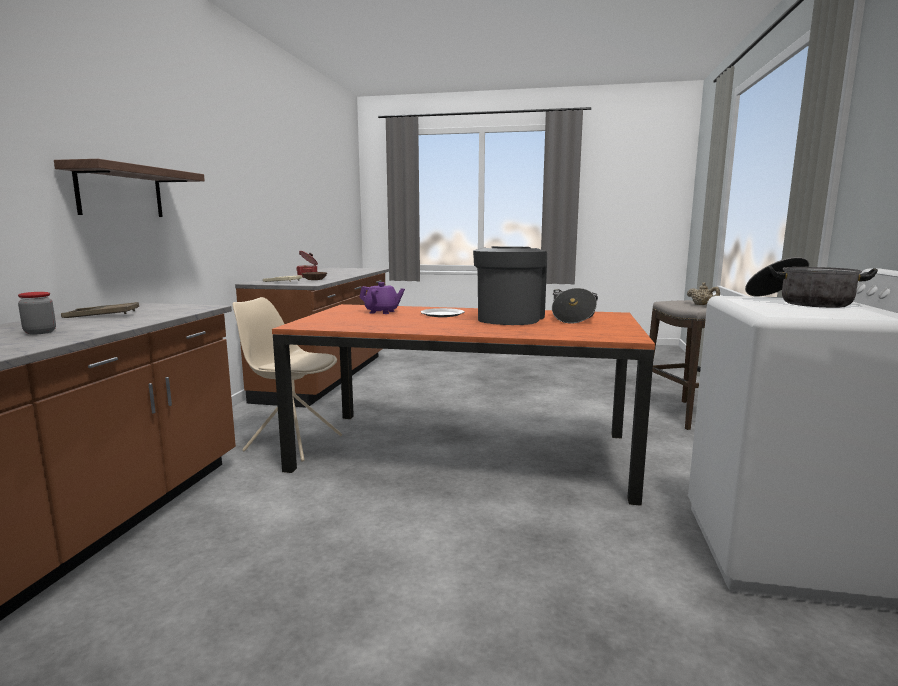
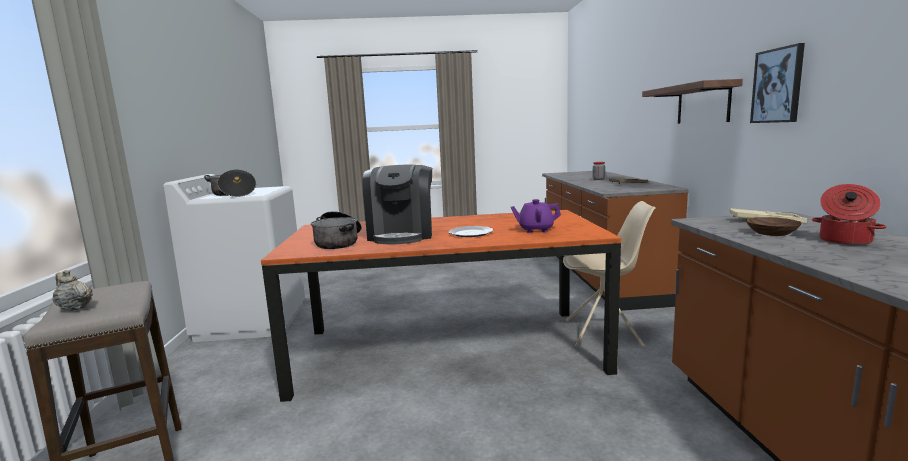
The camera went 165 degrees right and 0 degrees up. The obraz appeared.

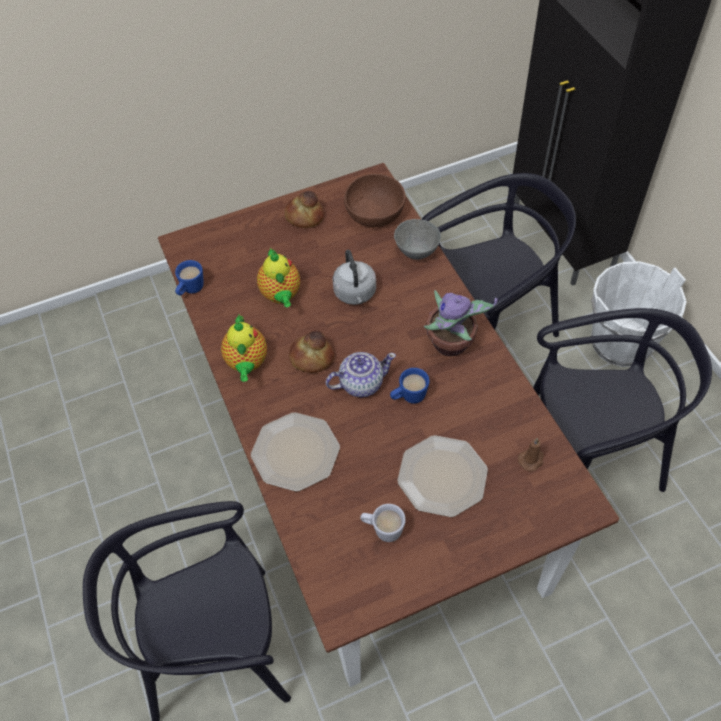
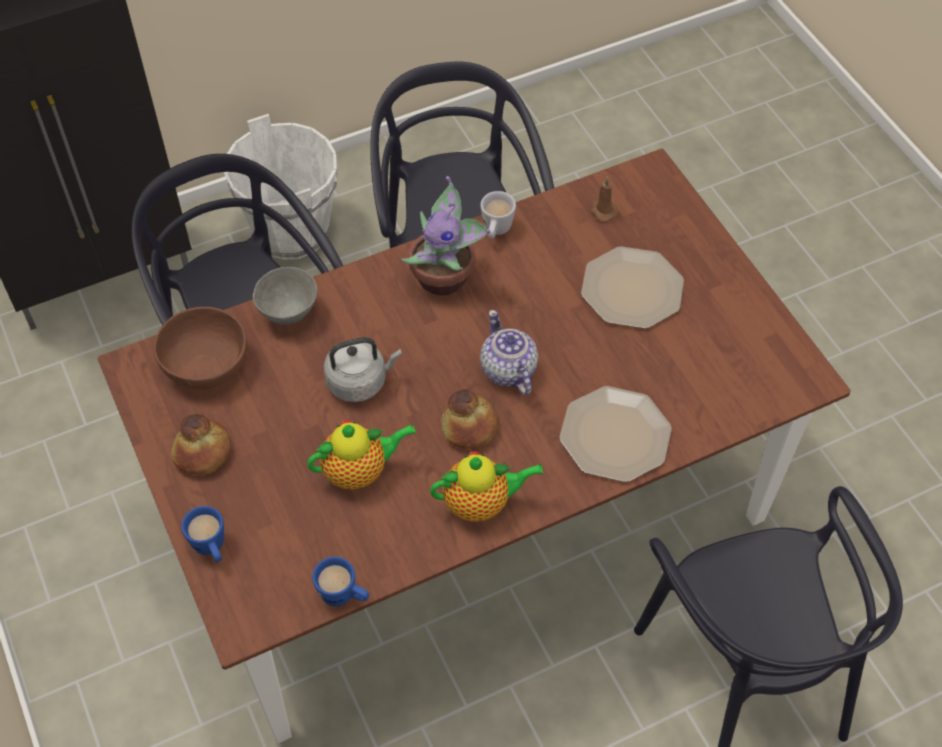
The camera went 95 degrees left and 0 degrees up. The kubek/biały moved. The kubek/niebieski (no. 2 from left in the first image) moved.

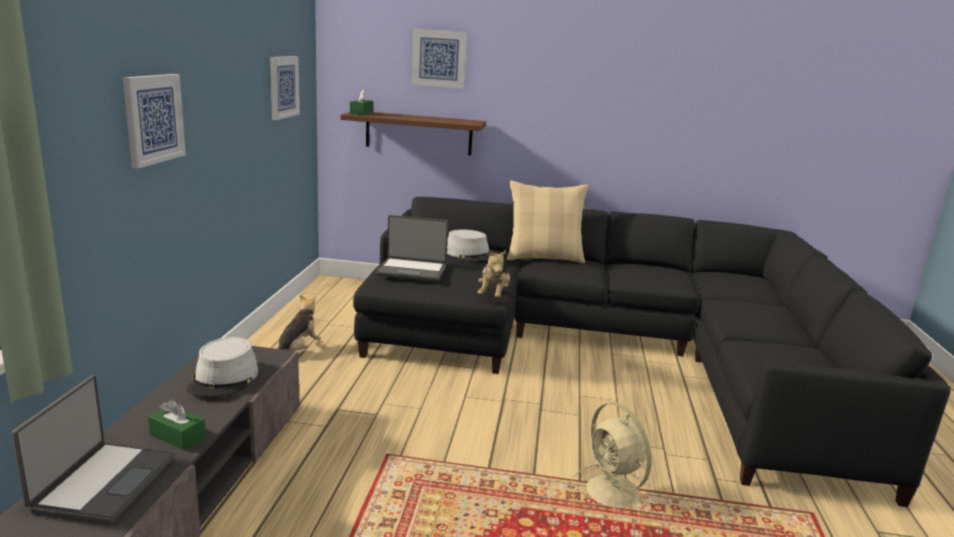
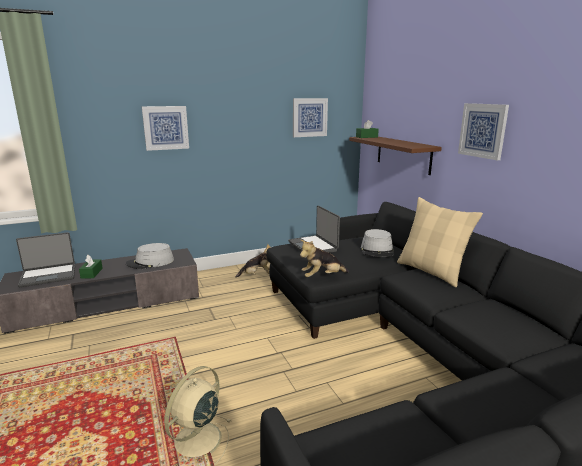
The camera went 60 degrees right and 0 degrees up. The obraz (no. 3 from left) moved.

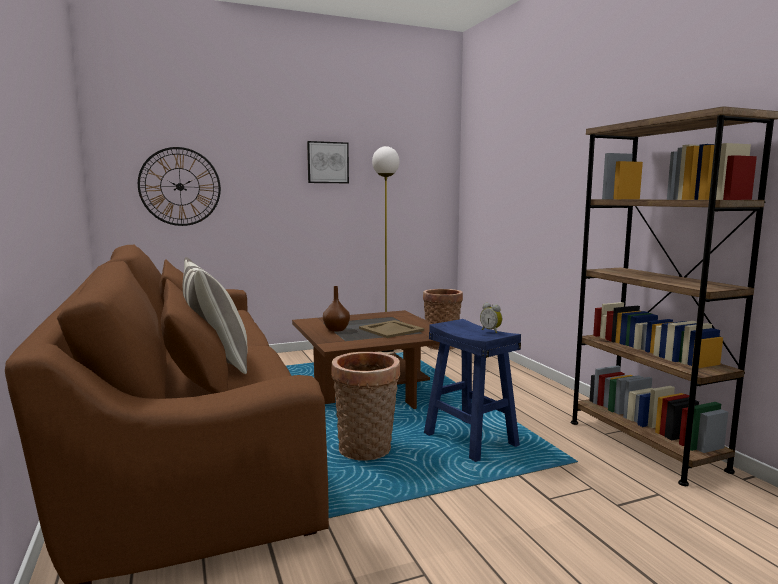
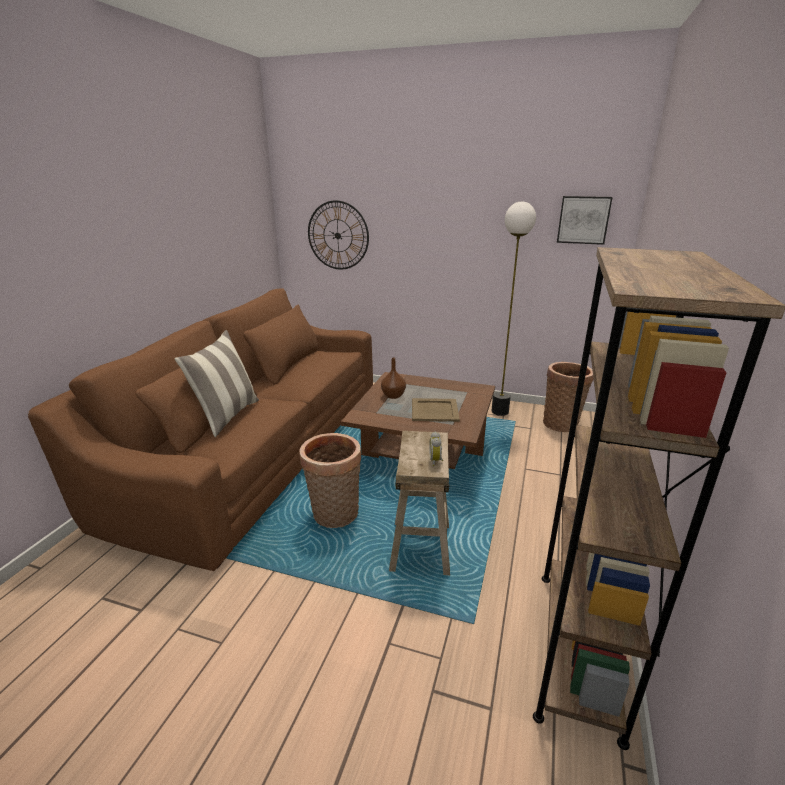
The camera went 40 degrees right and 15 degrees up. The obraz moved. The stołek/niebieski became the stołek/beżowy.

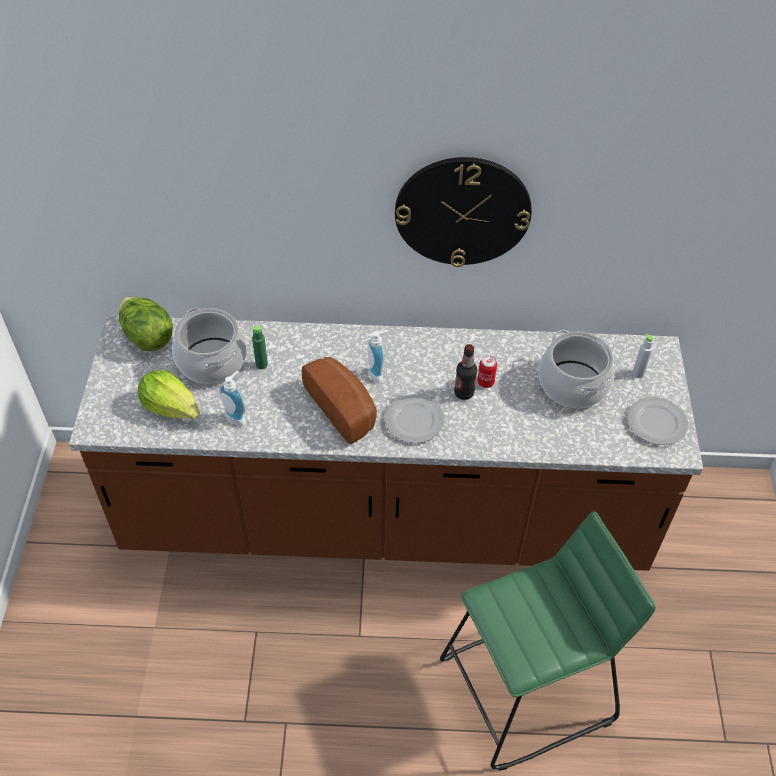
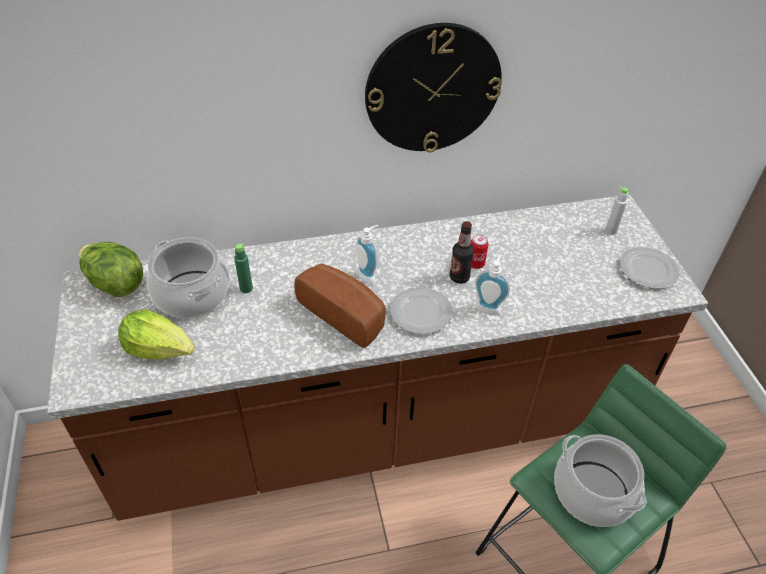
The camera went 15 degrees left and 5 degrees down. The dozownik mydła (no. 1 from left in the first image) moved. The garnek (no. 2 from left) moved.

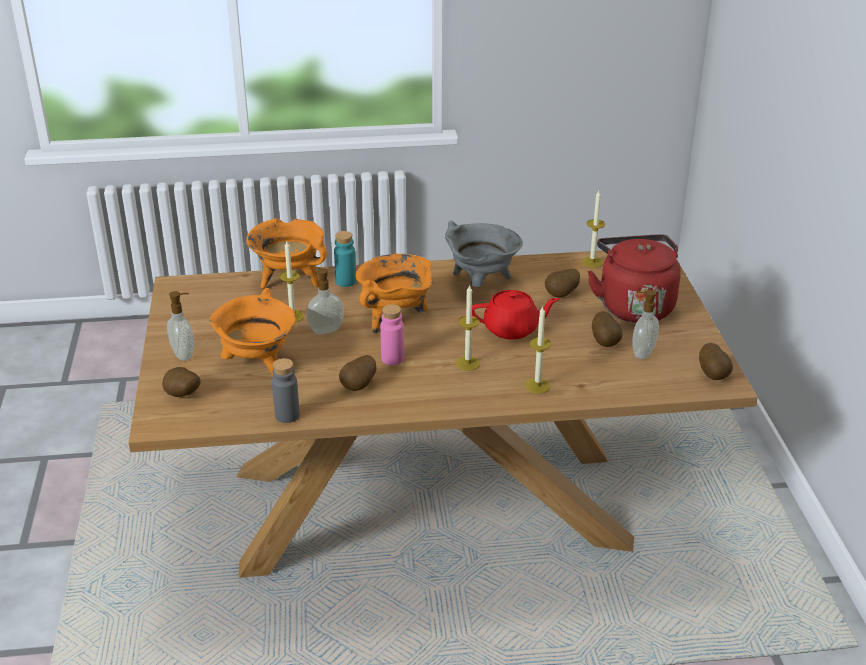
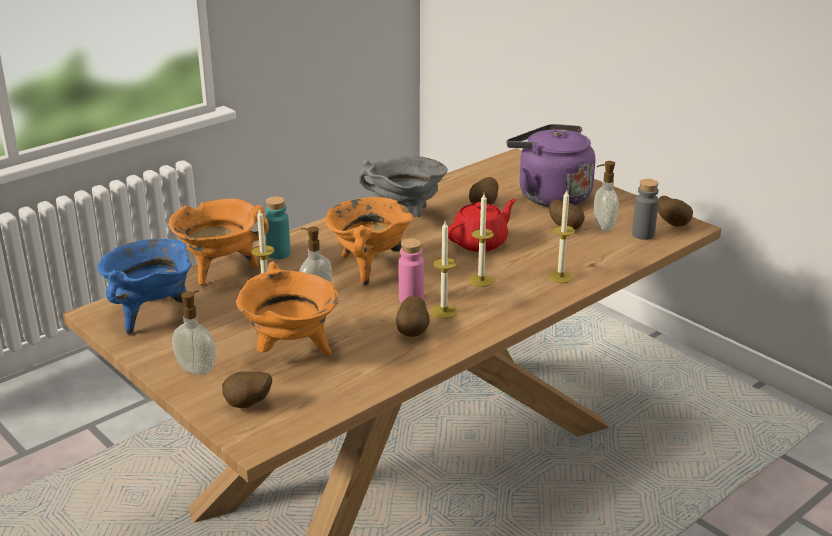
The camera went 35 degrees left and 5 degrees down. The garnek/niebieski appeared. The butelka/szary moved. The świeca (no. 4 from left in the first image) moved. The czajnik/czerwony became the czajnik/fioletowy.

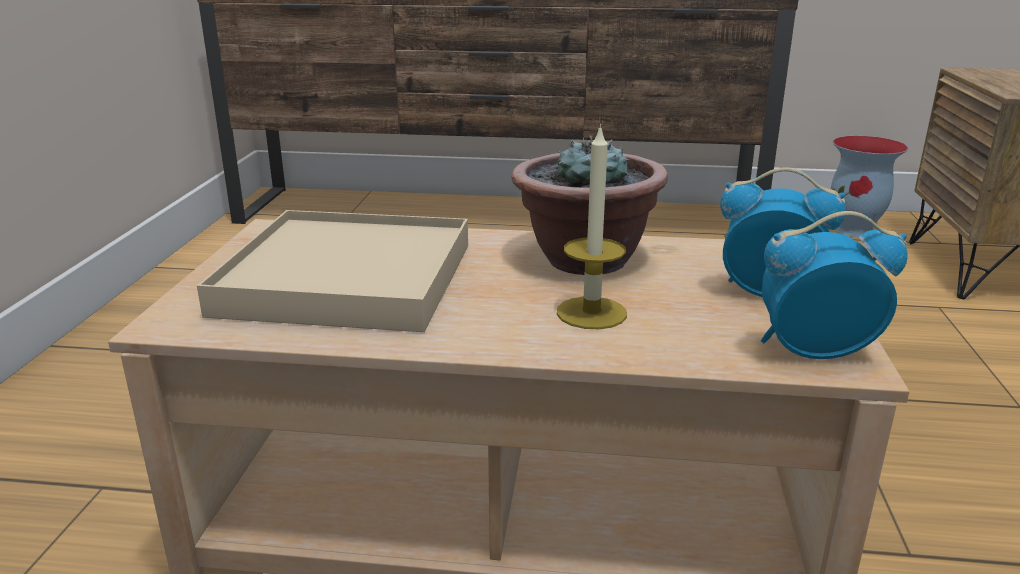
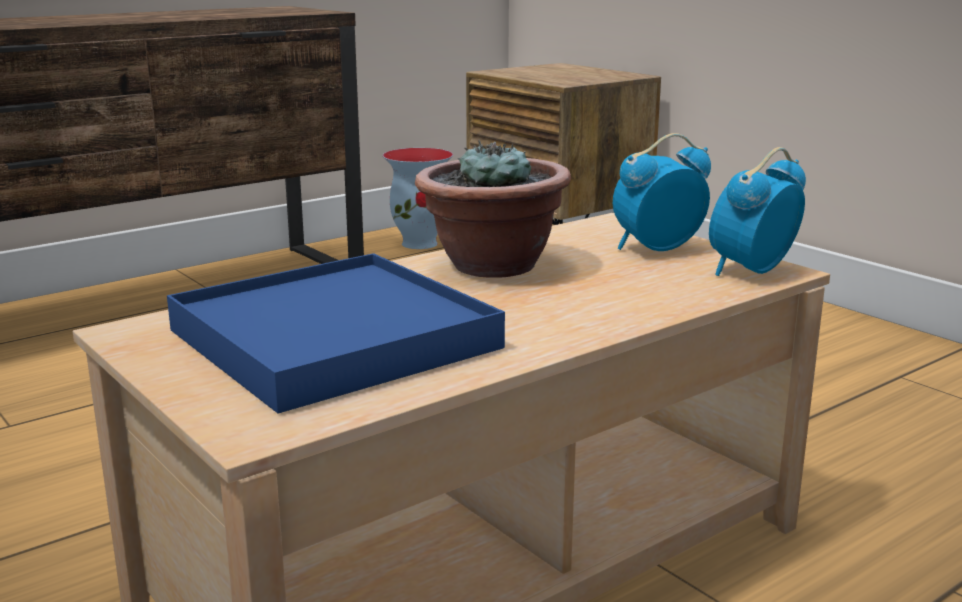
The camera went 45 degrees left and 5 degrees down. The świeca disappeared. The taca/beżowy became the taca/niebieski.

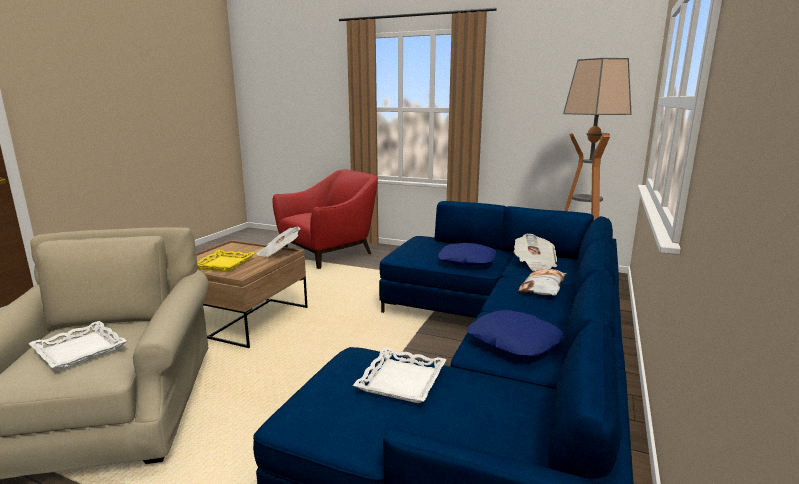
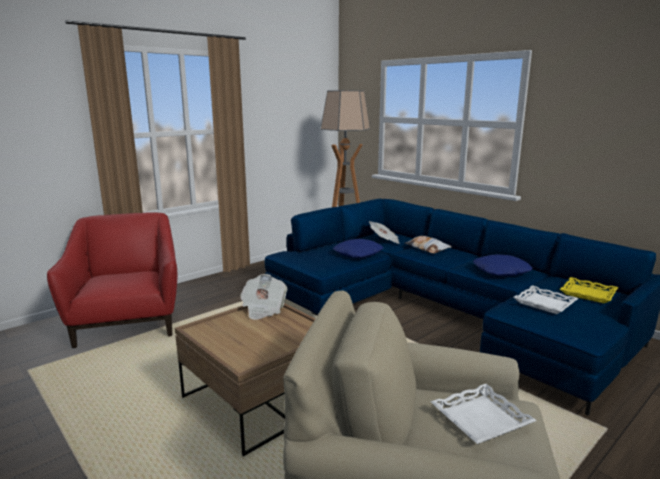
The camera went 65 degrees left and 0 degrees up. The taca/żółty moved.

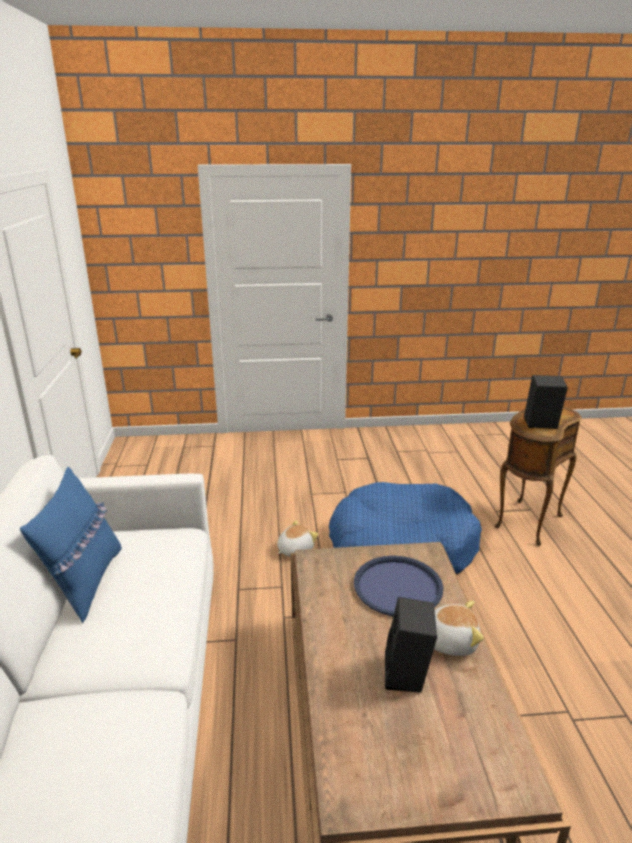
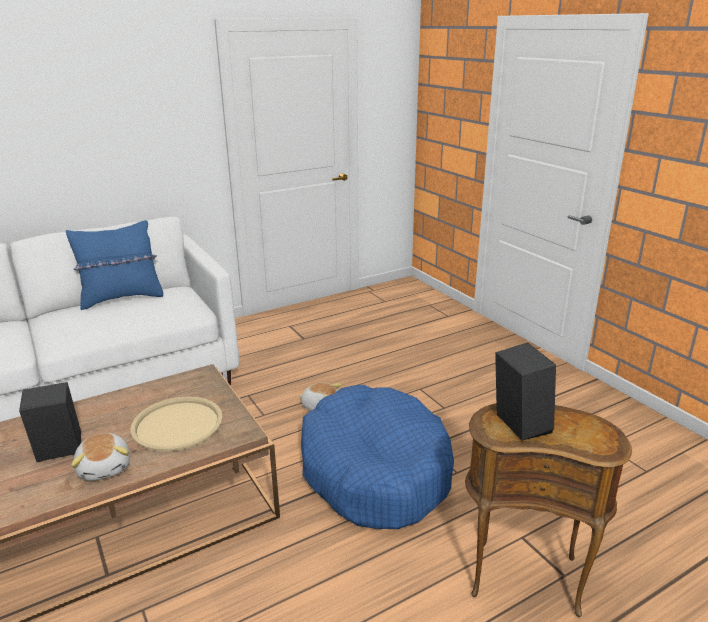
The camera went 65 degrees right and 0 degrees up. The taca/niebieski became the taca/beżowy.

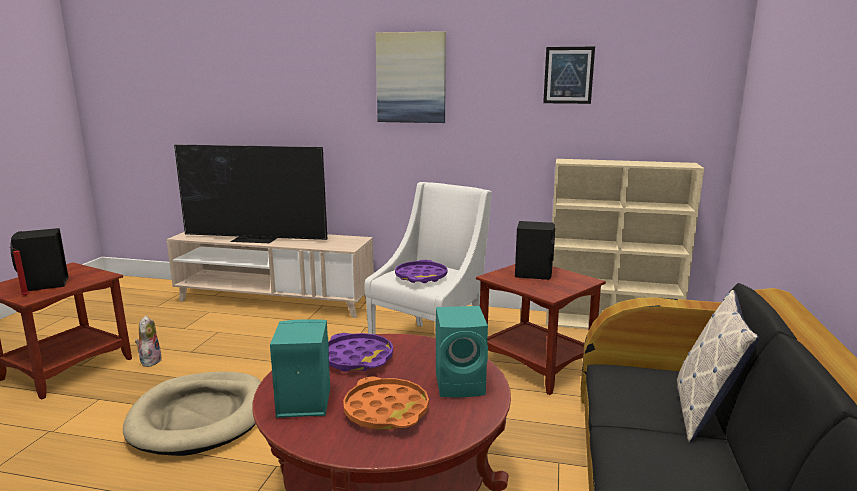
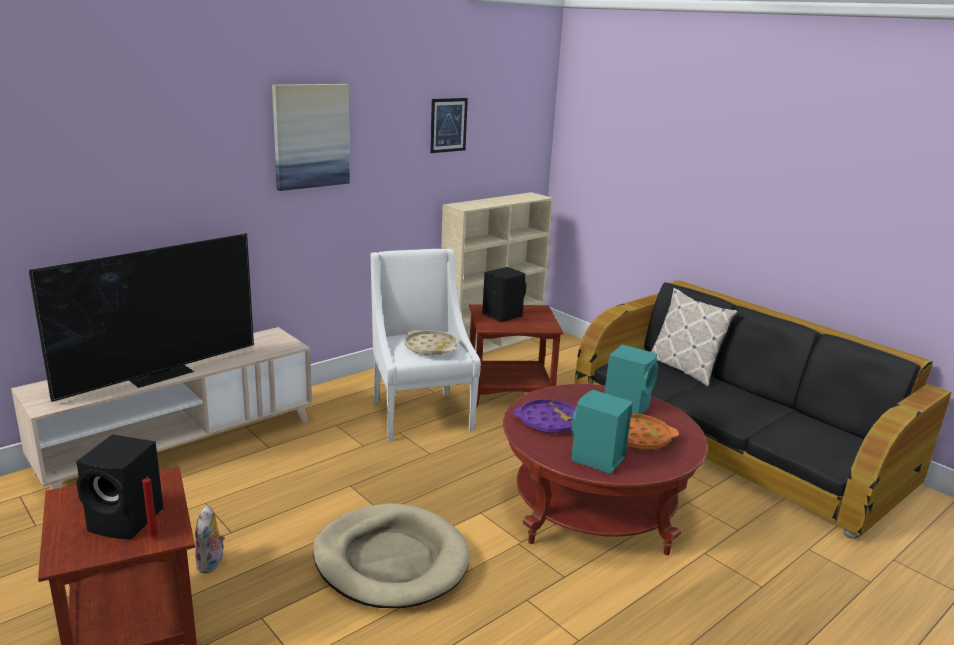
The camera went 55 degrees left and 5 degrees up. The taca/fioletowy (no. 2 from left) became the taca/beżowy. The pluszak turned 120 degrees counterclockwise.

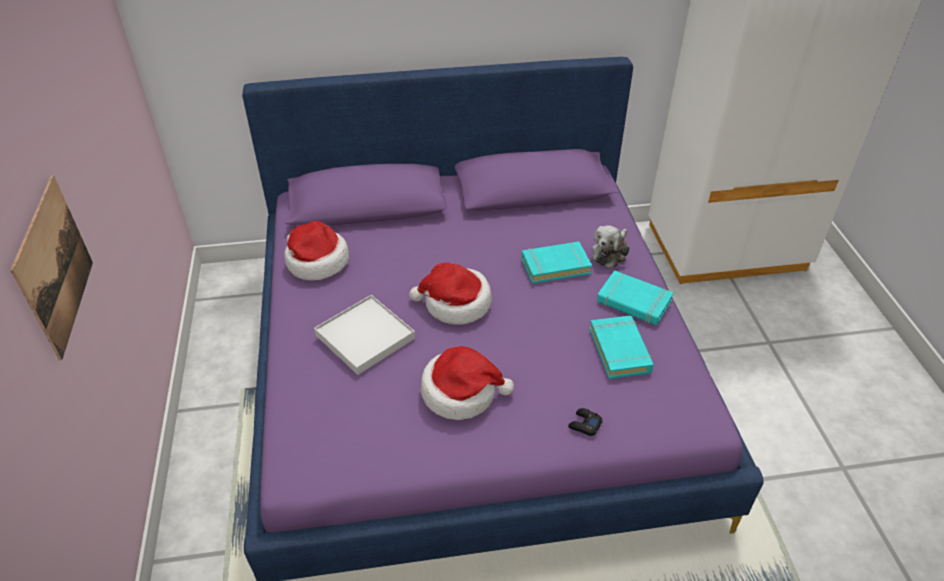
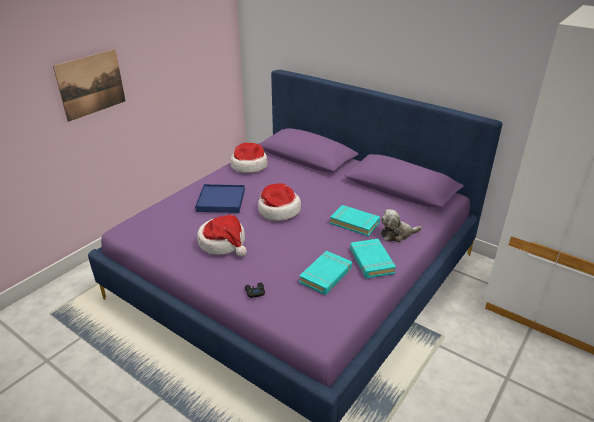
The camera went 45 degrees right and 10 degrees down. The taca/biały became the taca/niebieski.

